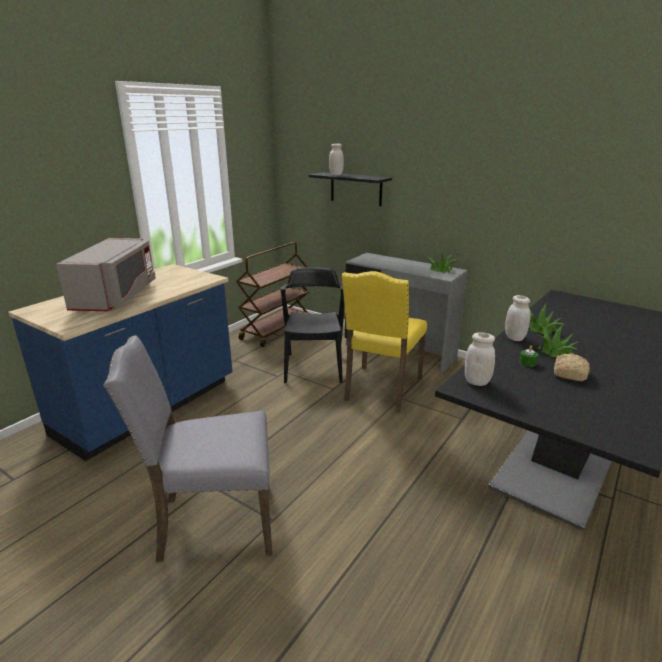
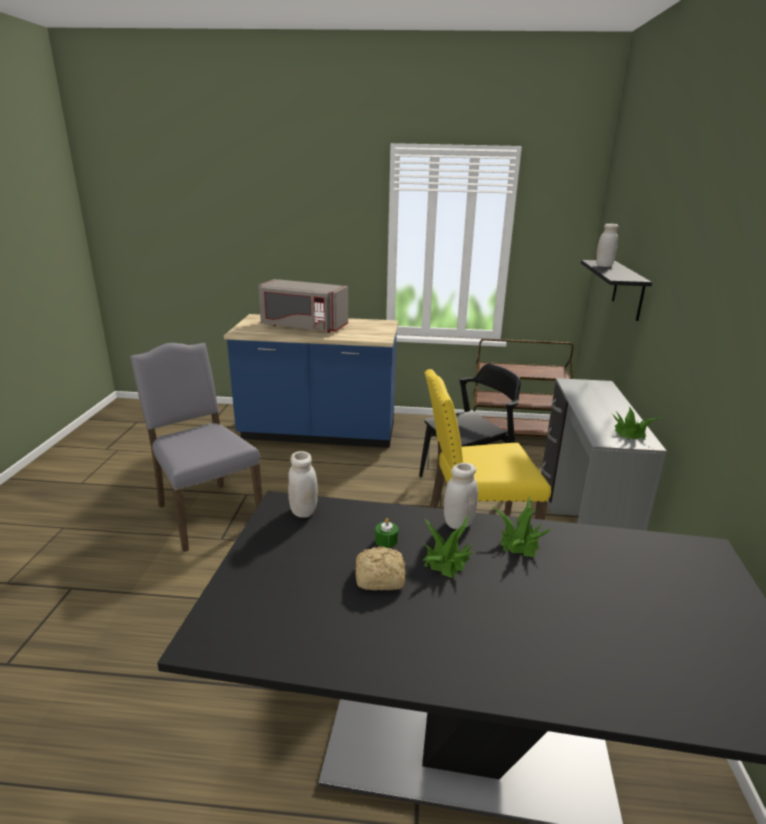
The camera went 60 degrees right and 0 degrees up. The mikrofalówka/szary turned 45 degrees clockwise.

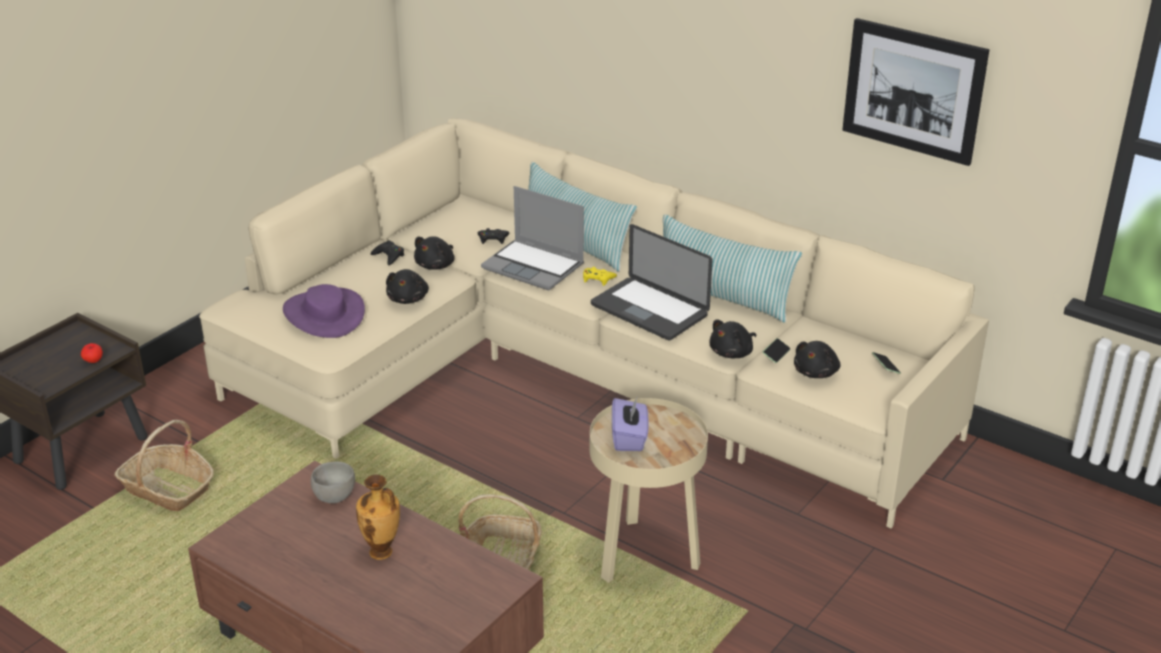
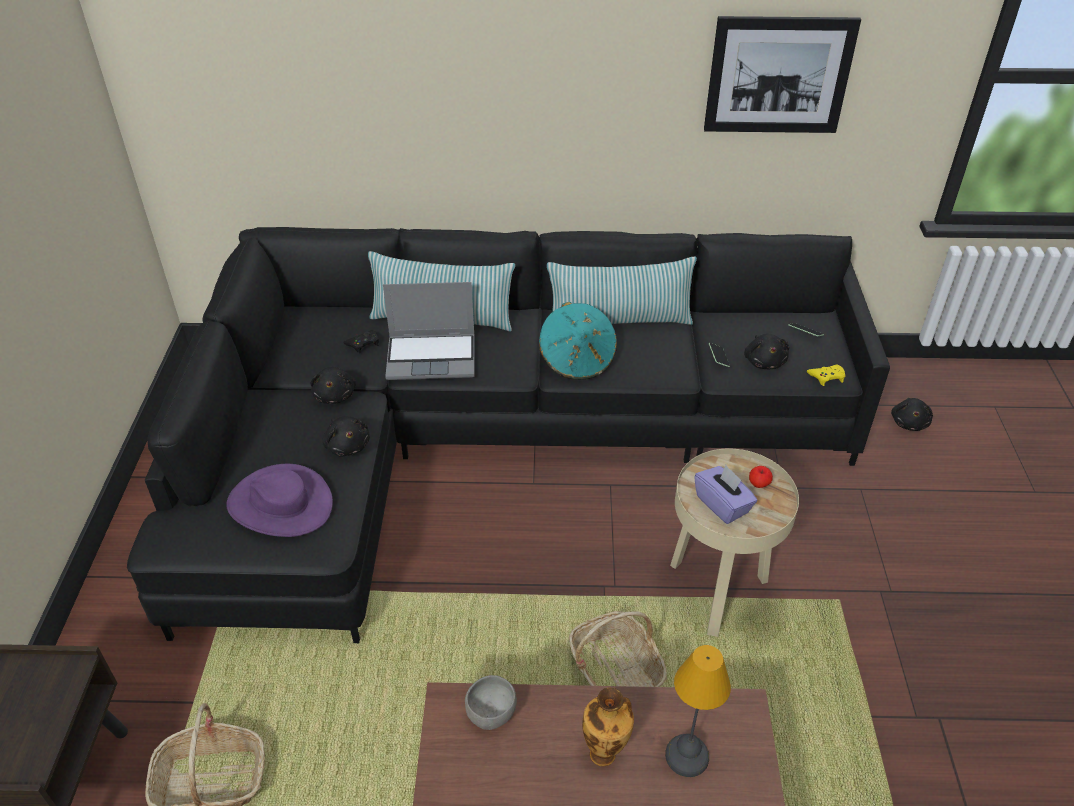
The camera went 35 degrees left and 10 degrees up. The pad do gier/czarny (no. 1 from left) disappeared. The lampa stołowa appeared. The jabłko moved. The pad do gier/żółty moved. The pluszak/czarny (no. 3 from left in the first image) moved. The laptop (no. 2 from left) was replaced by the kapelusz/turkusowy. The kanapa/beżowy became the kanapa/czarny.

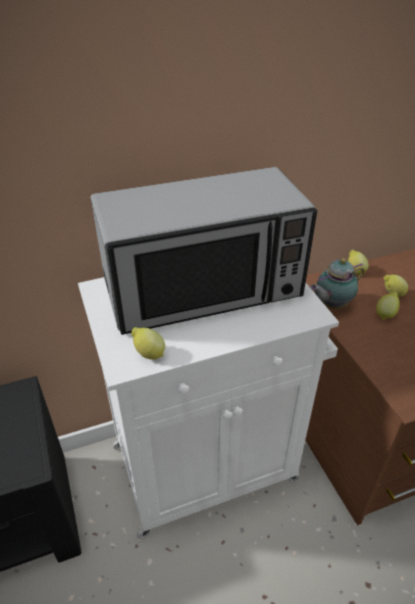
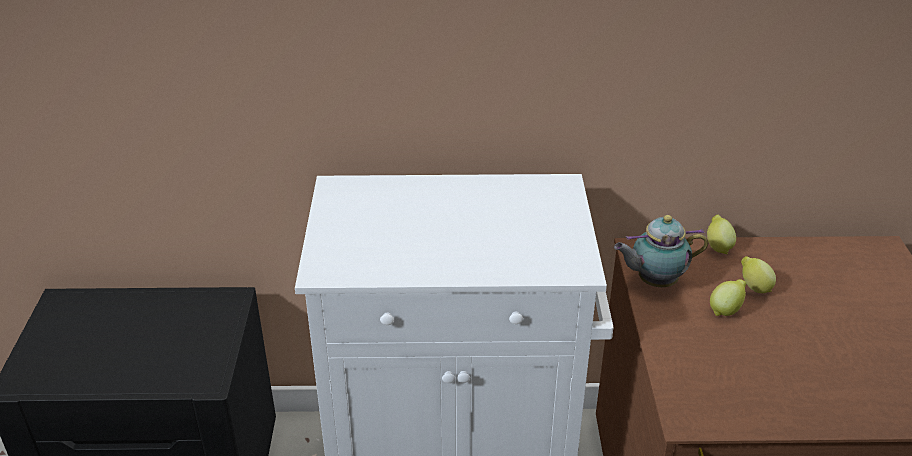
The camera went 20 degrees right and 5 degrees down. The mikrofalówka disappeared. The cytryna (no. 1 from left) disappeared.

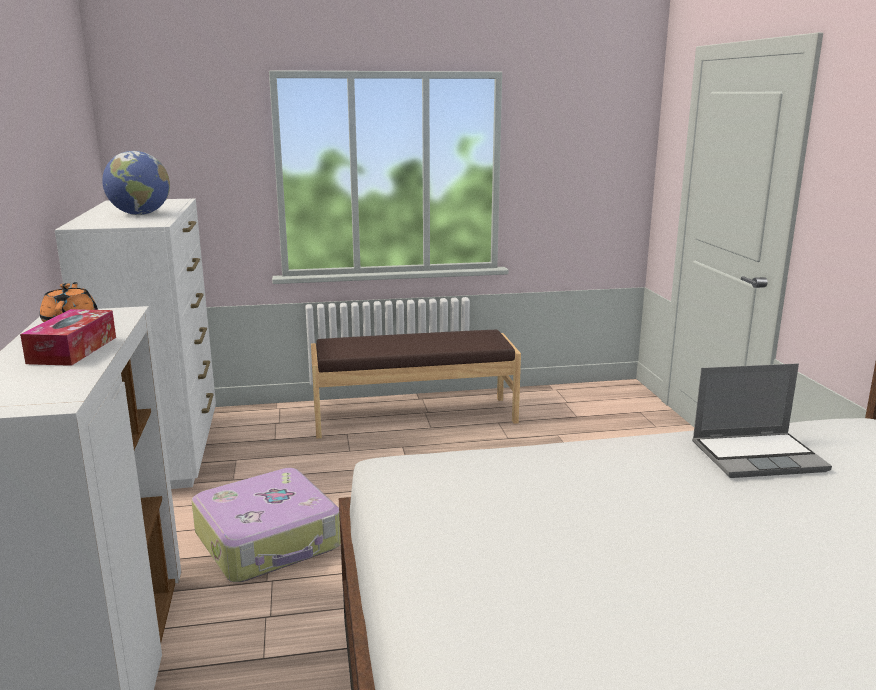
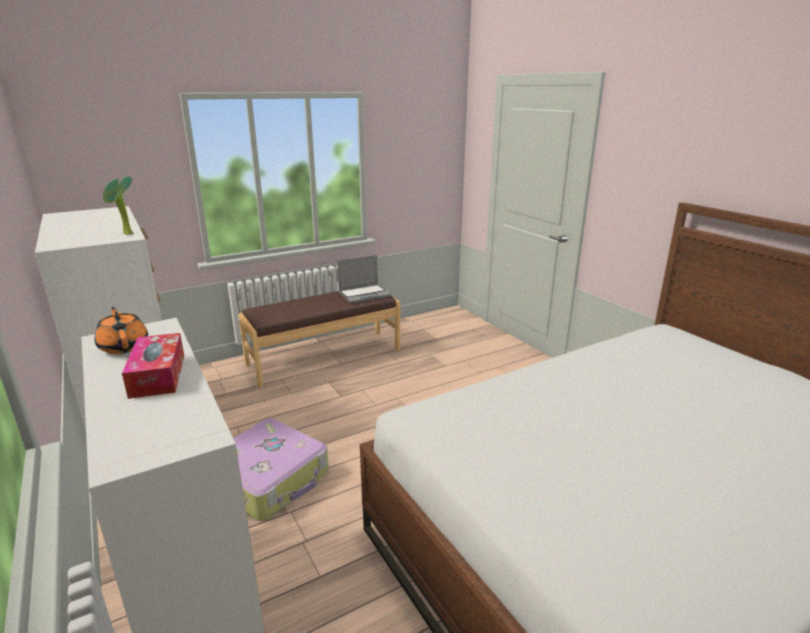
The camera went 20 degrees left and 5 degrees up. The globus disappeared. The roślina doniczkowa appeared. The laptop moved.

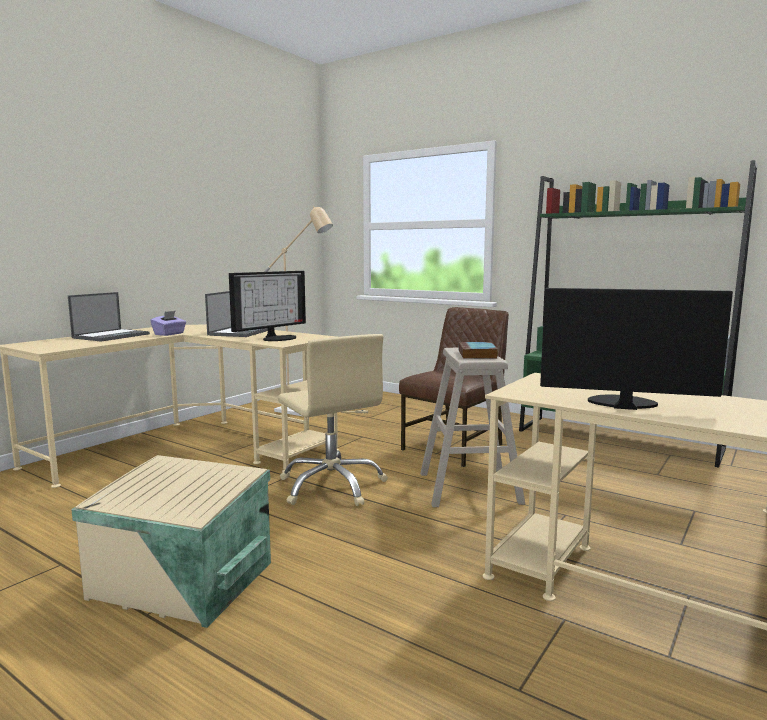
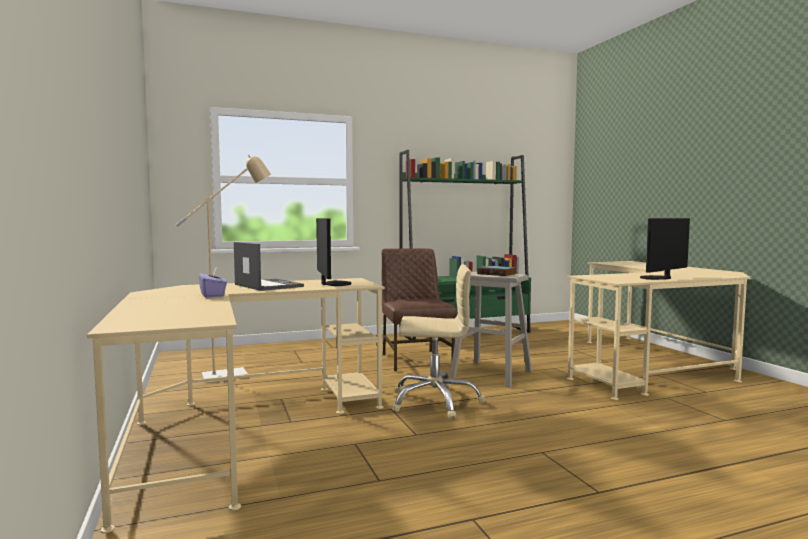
The camera went 55 degrees left and 5 degrees down. The laptop (no. 1 from left) disappeared. The pojemnik do przechowywania/beżowy disappeared.

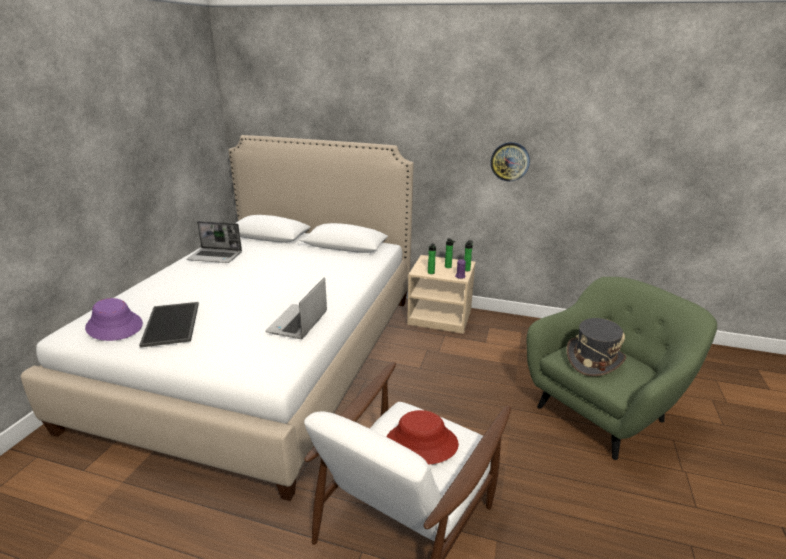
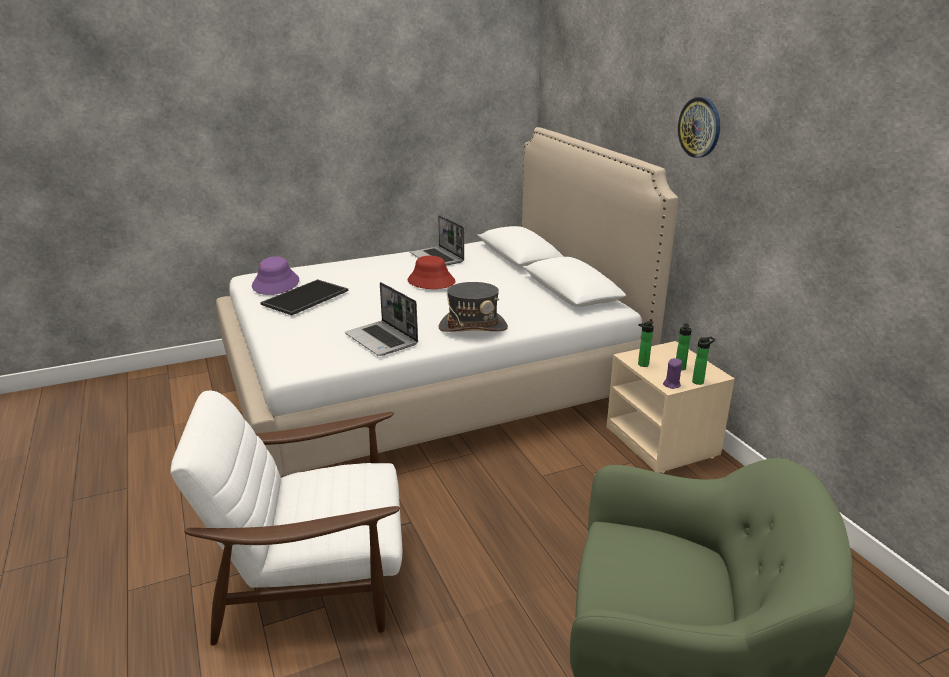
The camera went 50 degrees right and 0 degrees up. The kapelusz/czerwony moved. The zegar ścienny moved. The kapelusz/szary moved. The laptop (no. 2 from left in the first image) turned 105 degrees counterclockwise.

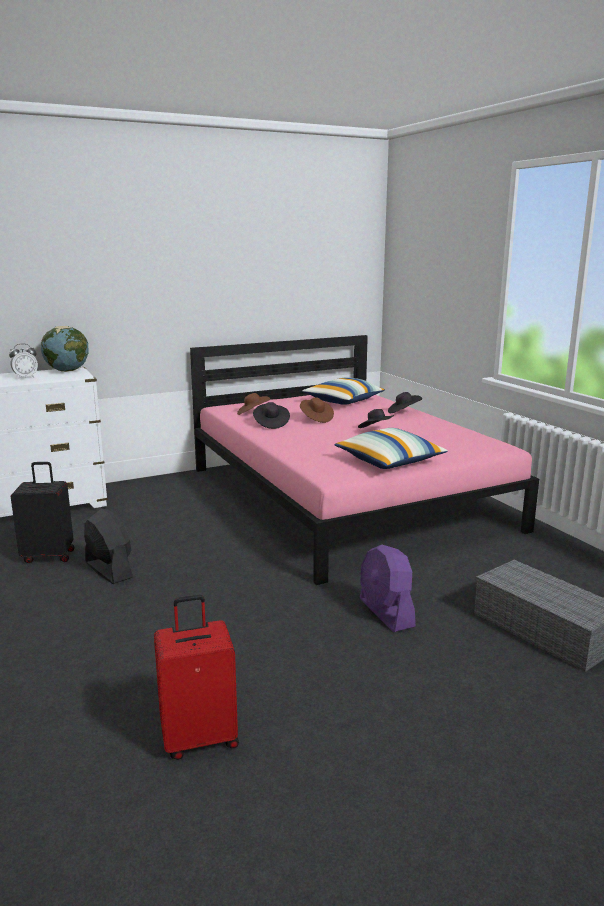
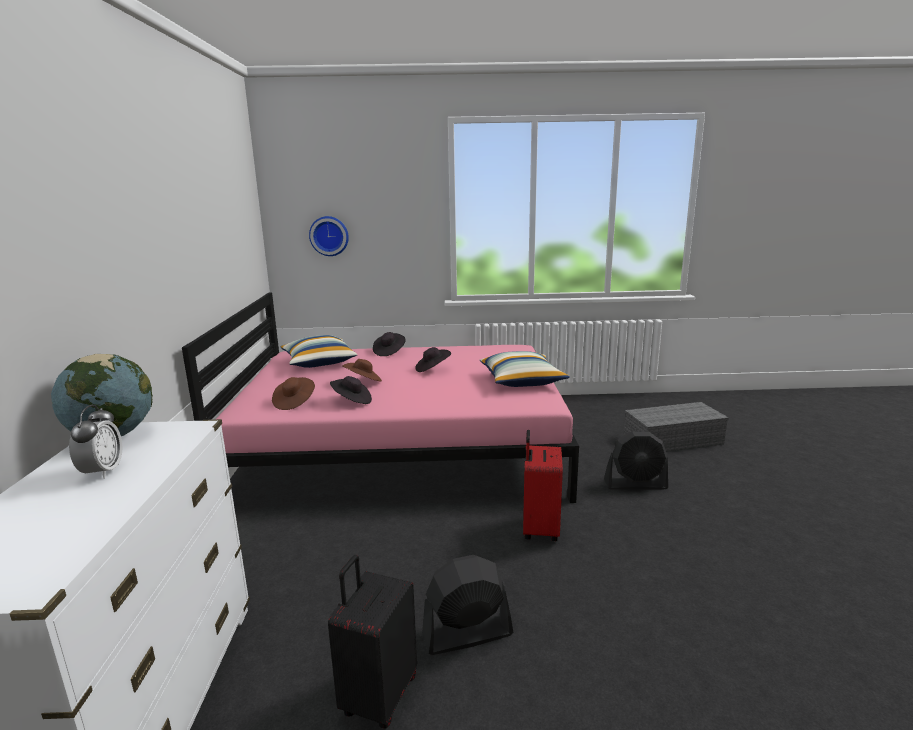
The camera went 65 degrees left and 0 degrees up. The zegar ścienny appeared. The walizka/czerwony moved. The wentylator/fioletowy became the wentylator/czarny (no. 2 from left).

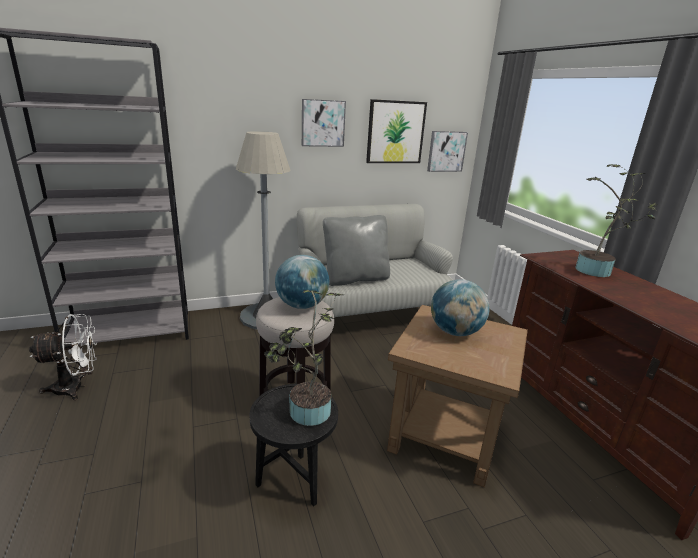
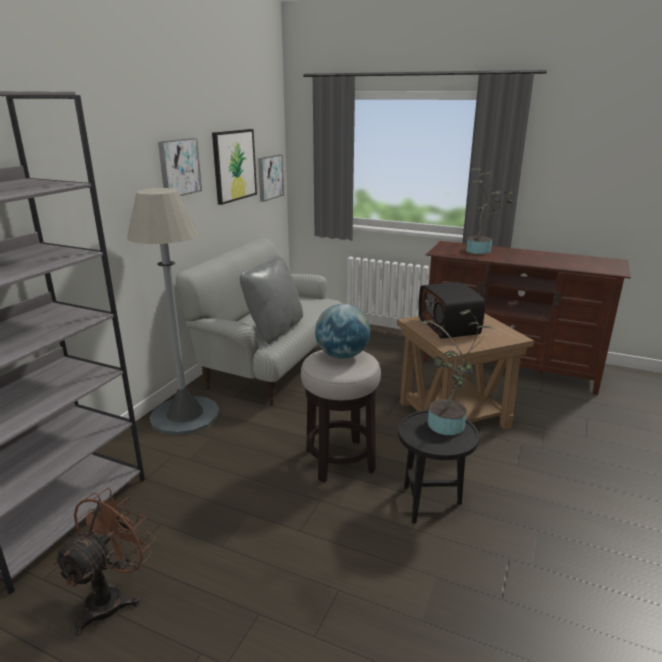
The camera went 45 degrees left and 0 degrees up. The globus (no. 2 from left) was replaced by the radio. The wentylator/biały became the wentylator/brązowy.

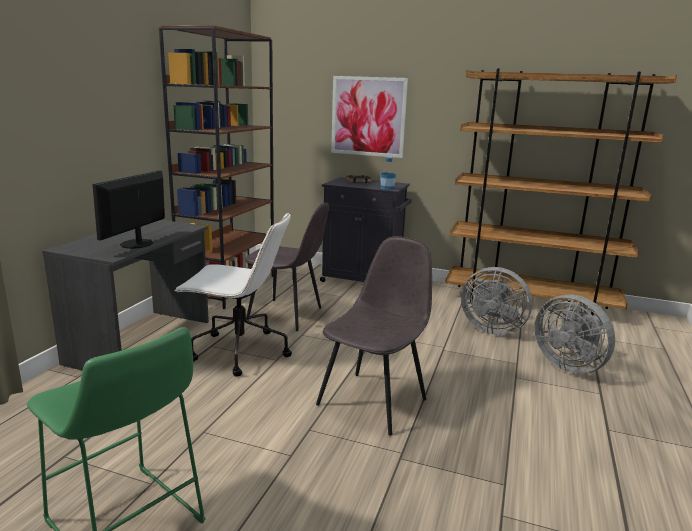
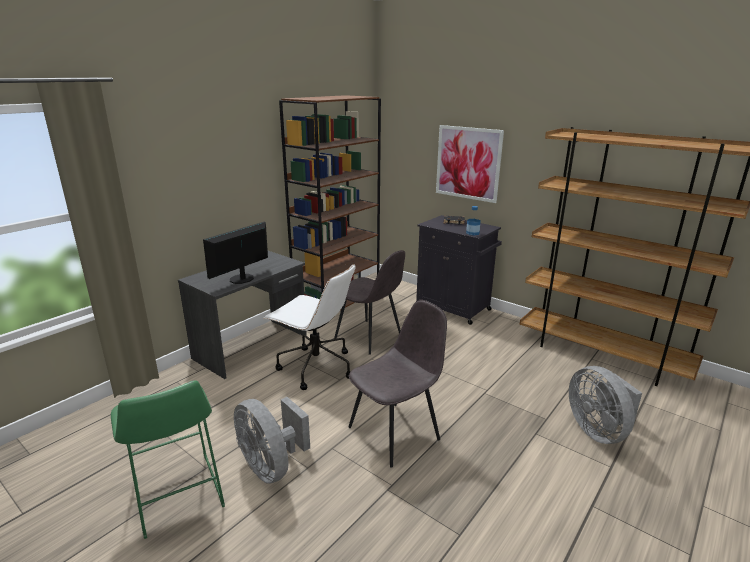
The camera went 20 degrees right and 5 degrees up. The wentylator/szary (no. 1 from left) moved.

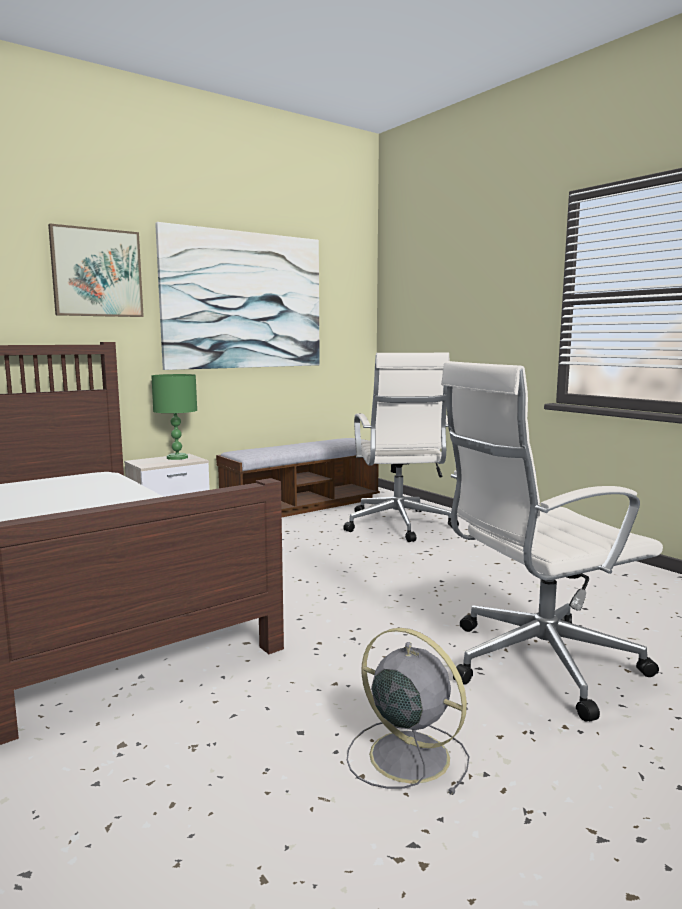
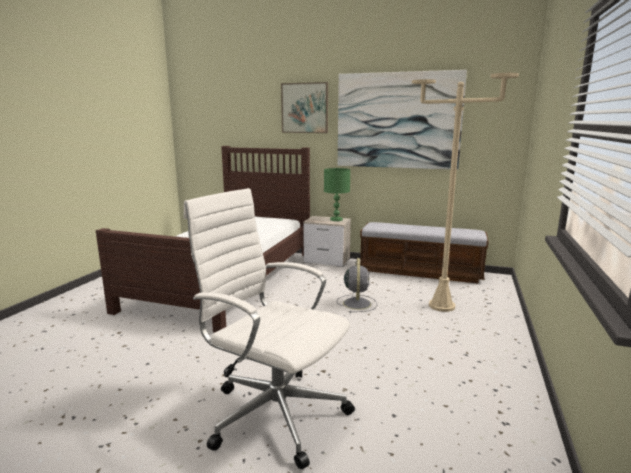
The camera went 55 degrees right and 5 degrees up. The wentylator/szary moved. The krzesło biurowe/biały (no. 1 from left) was replaced by the lampa stojąca/beżowy.

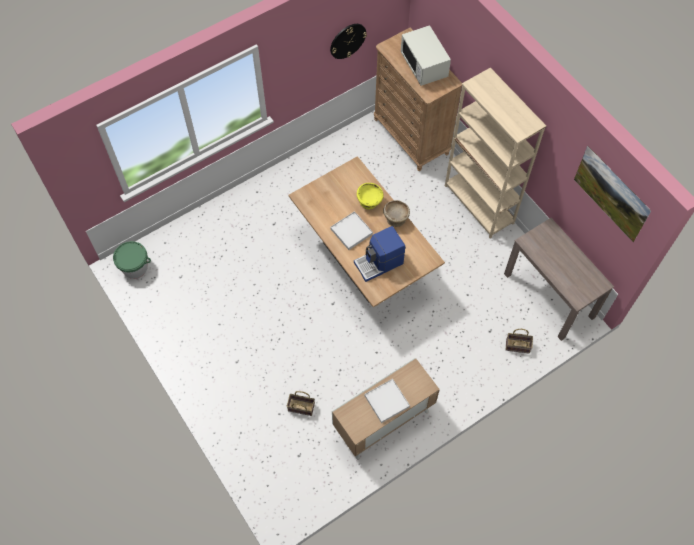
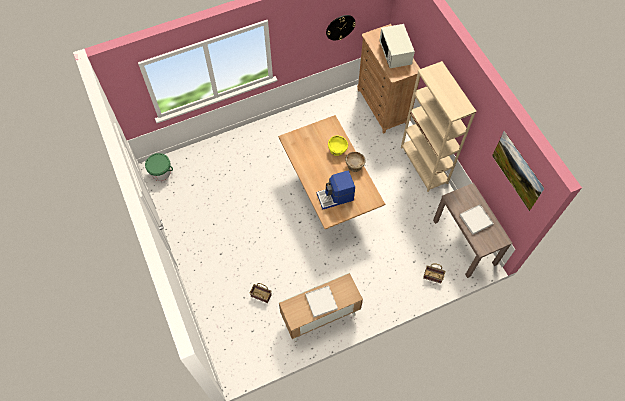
The camera went 10 degrees right and 0 degrees up. The taca/biały (no. 1 from left in the first image) moved.

